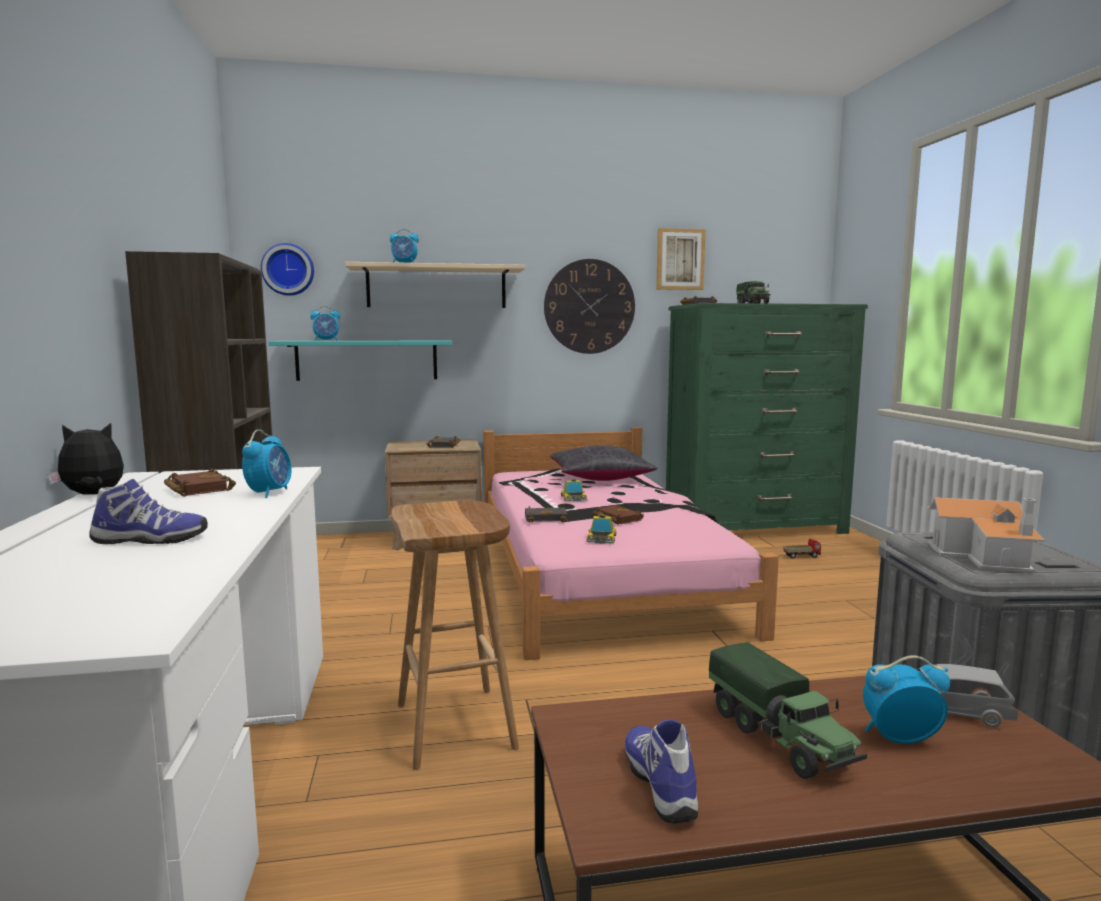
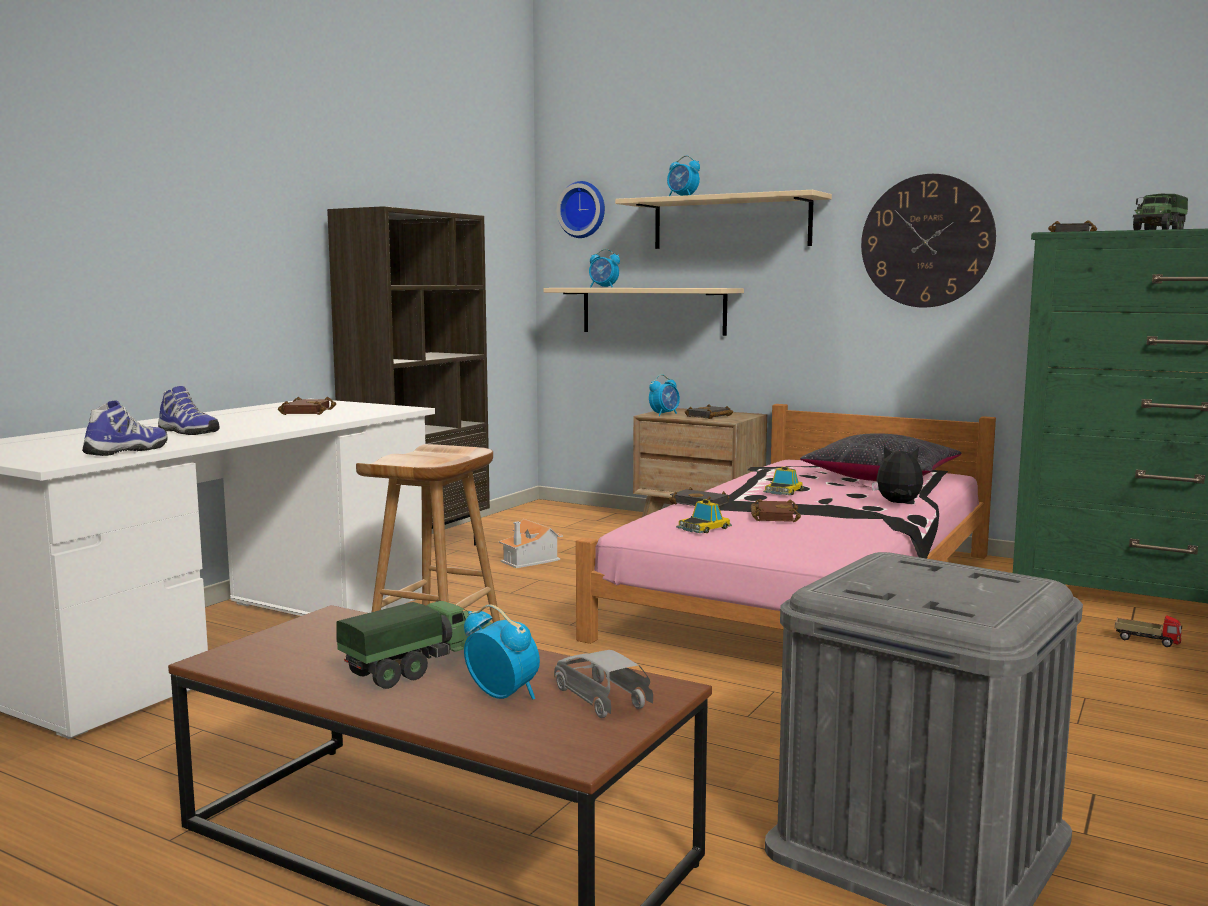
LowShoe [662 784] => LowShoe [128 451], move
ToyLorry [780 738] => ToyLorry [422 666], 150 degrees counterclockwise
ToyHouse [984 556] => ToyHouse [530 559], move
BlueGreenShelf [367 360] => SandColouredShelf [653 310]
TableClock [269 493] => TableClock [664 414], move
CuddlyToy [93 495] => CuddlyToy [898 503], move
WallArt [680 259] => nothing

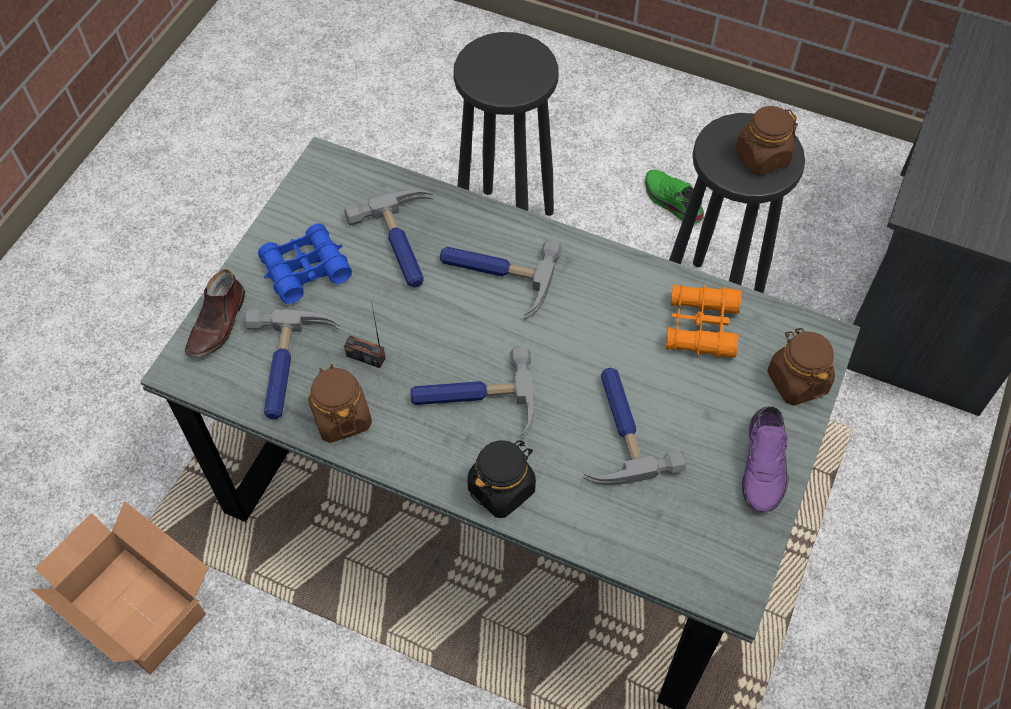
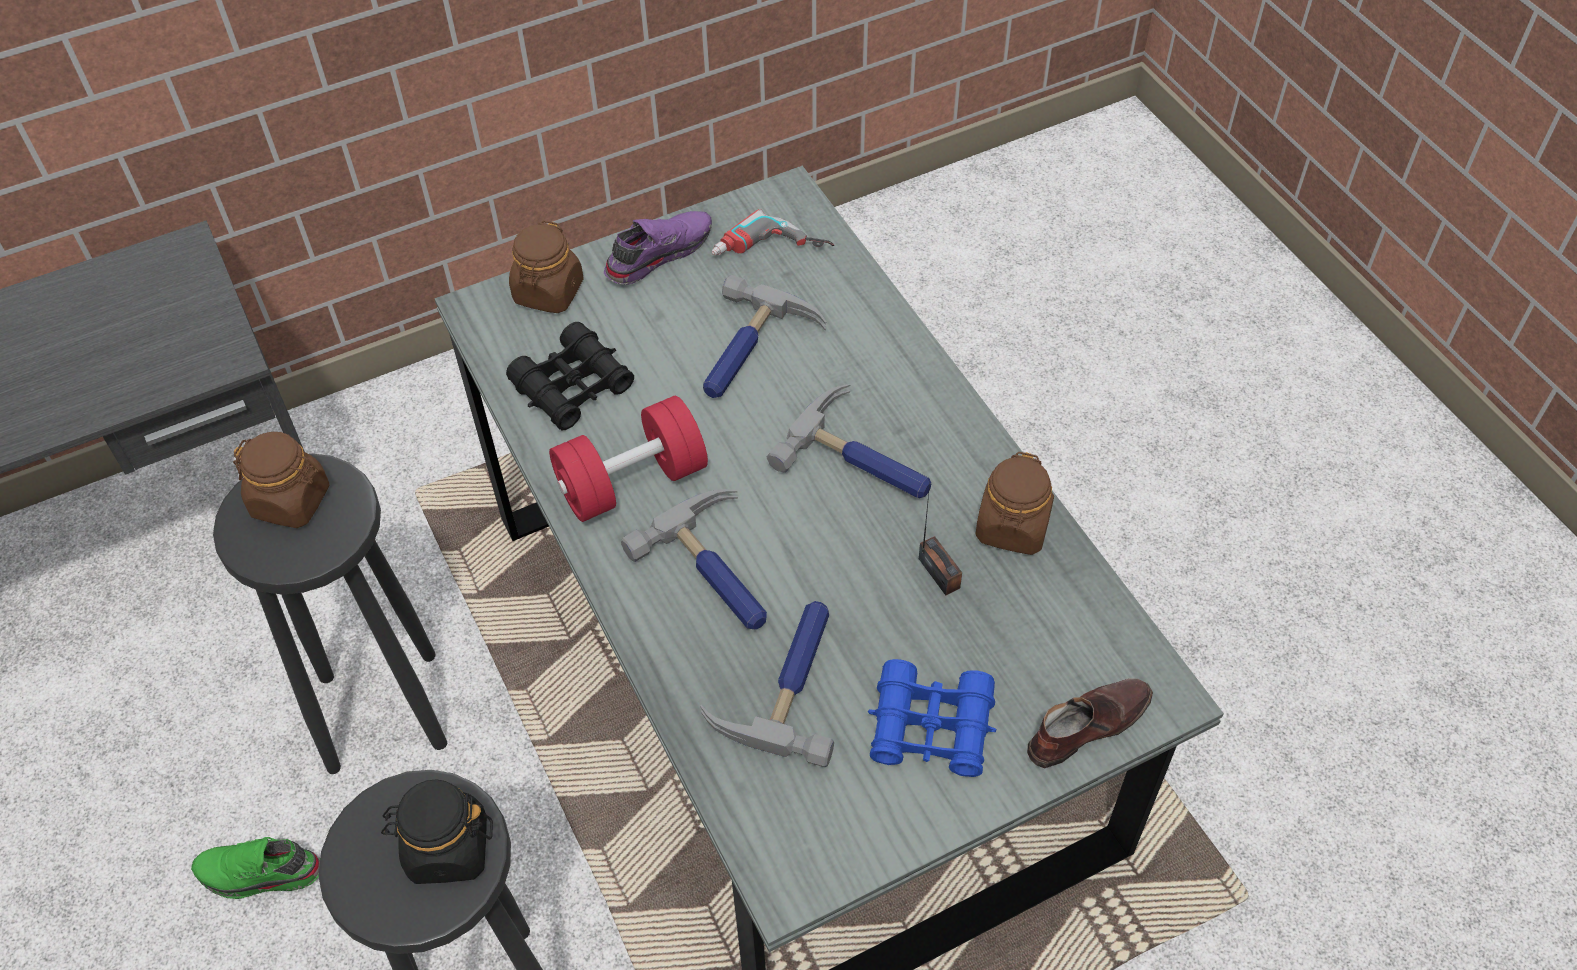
GreenishLowShoe [671 202] => GreenishLowShoe [259 875], 90 degrees clockwise
BlackJar [501 488] => BlackJar [447 849], move
OrangeFieldGlasses [701 327] => BlackFieldGlasses [573 386]
nothing => RedColouredFreeWeight [632 482]
nothing => PowerDrill [770 253]
Carton [139 604] => nothing
HandHammer [288 368] => nothing

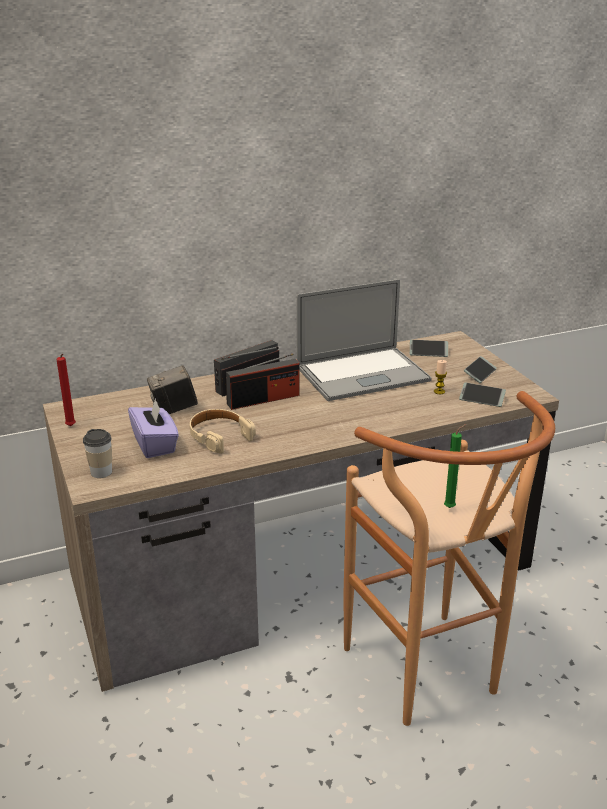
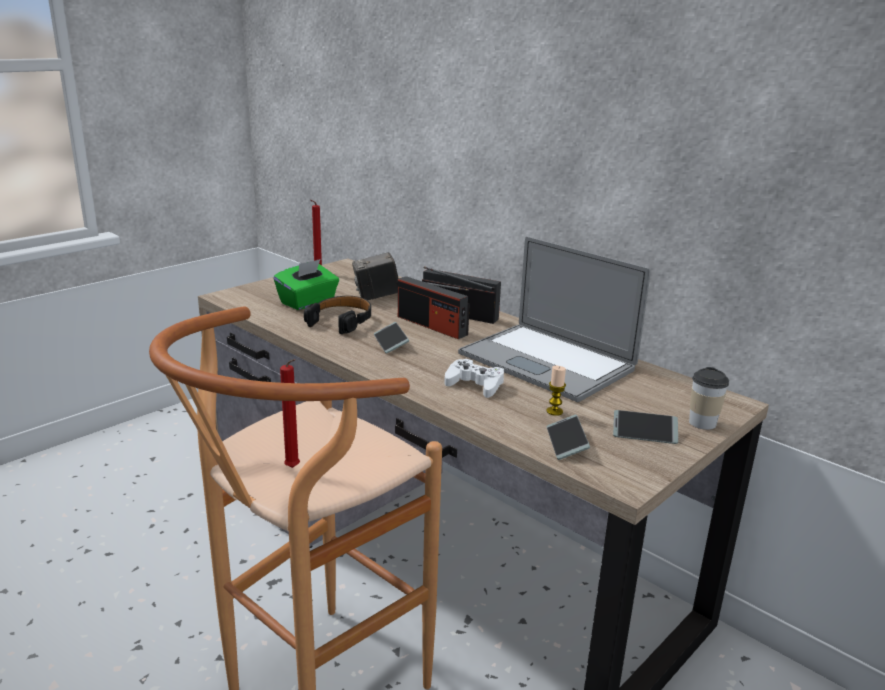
PurplishTissueHolder [155 444] => GreenishTissueHolder [308 302]
GreenishWaxLight [451 507] => RedColouredWaxLight [293 468]
SandColouredPairOfHeadphones [219 436] => BlackPairOfHeadphones [341 321]
StillCamera [174 409] => StillCamera [376 297], 60 degrees counterclockwise
Phone [428 352] => Phone [390 343], move
nothing => WhiteColouredGameController [475 384]
DrinkingCup [101 472] => DrinkingCup [702 423], move

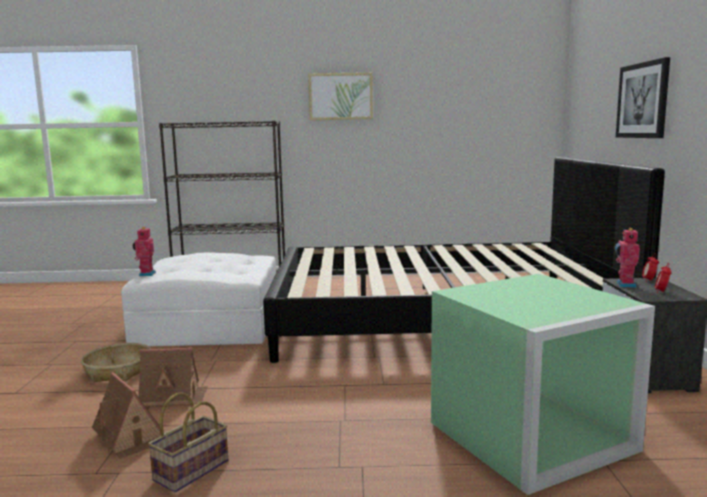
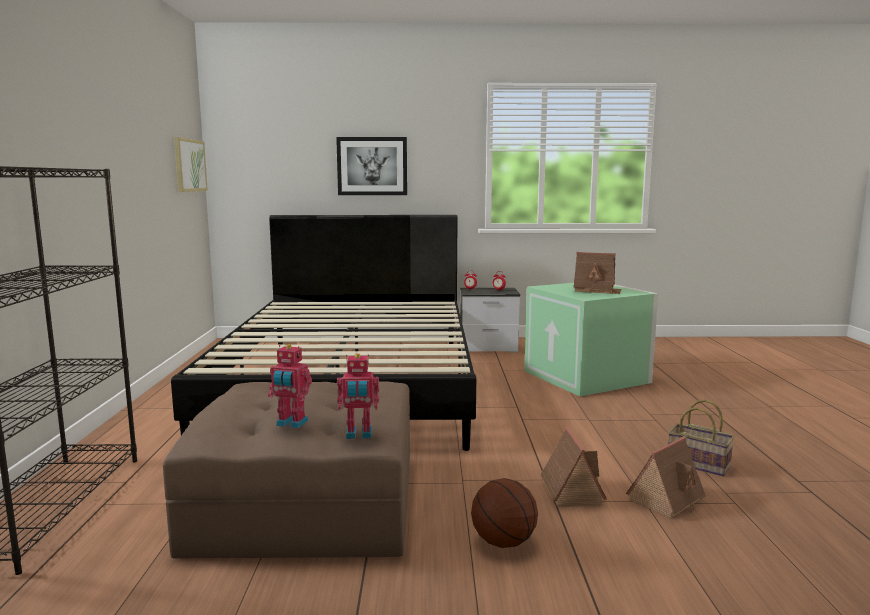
WhiteColouredFootrest [209 324] => BrownishFootrest [309 500]
WallArt [340 96] => WallArt [189 165], move
ToyRobot [624 285] => ToyRobot [291 423], move
HouseholdBasket [118 371] => Basketball [504 542]
nothing => ToyHouse [597 290]

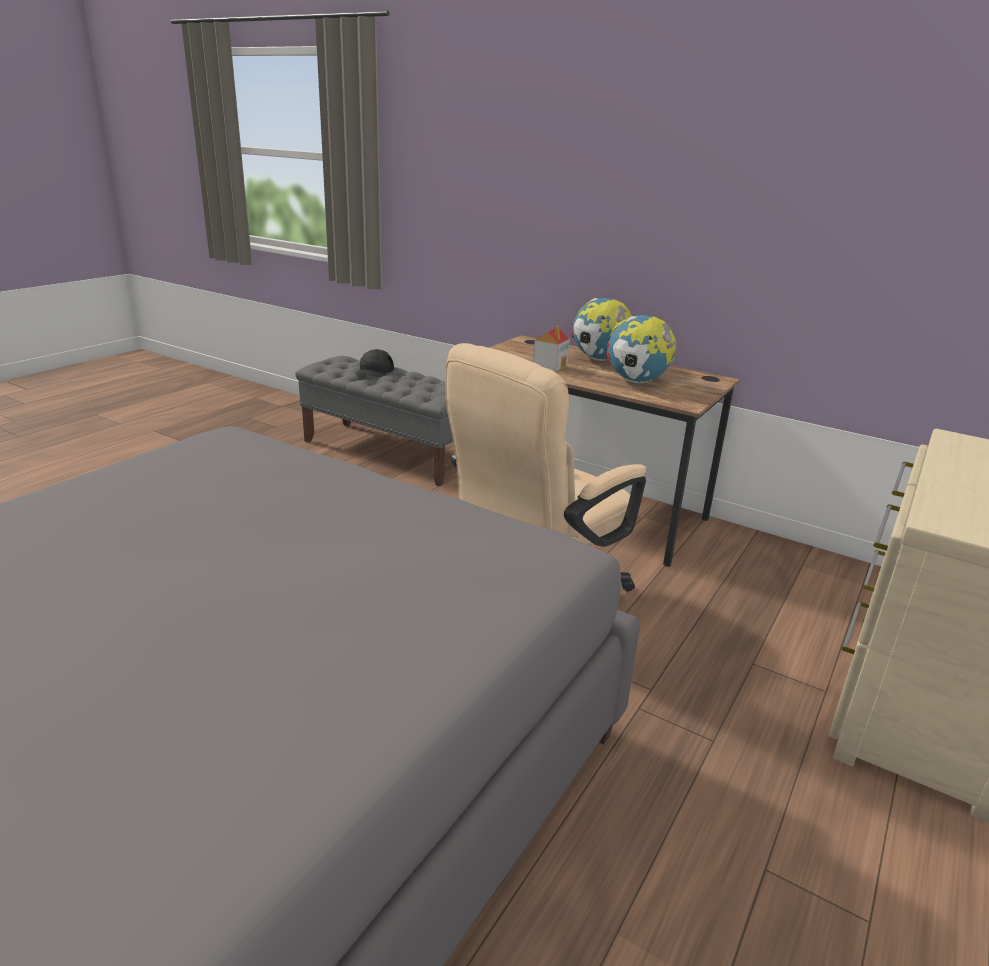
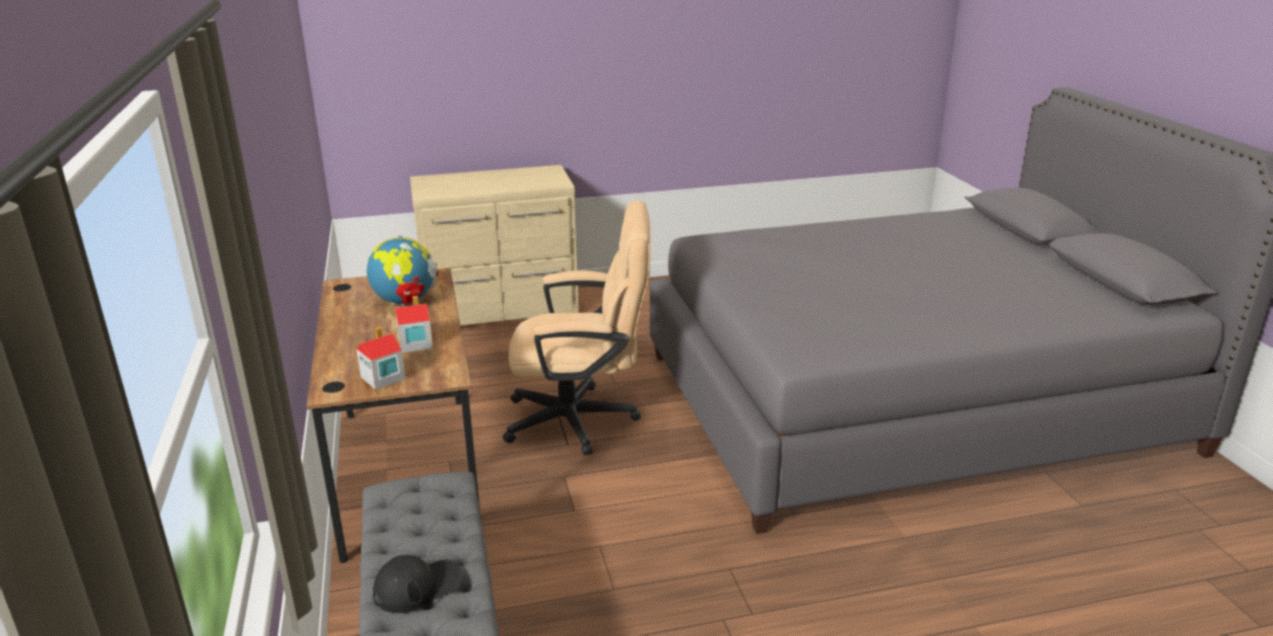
nothing => ToyHouse [382 378]
Globe [599 359] => nothing

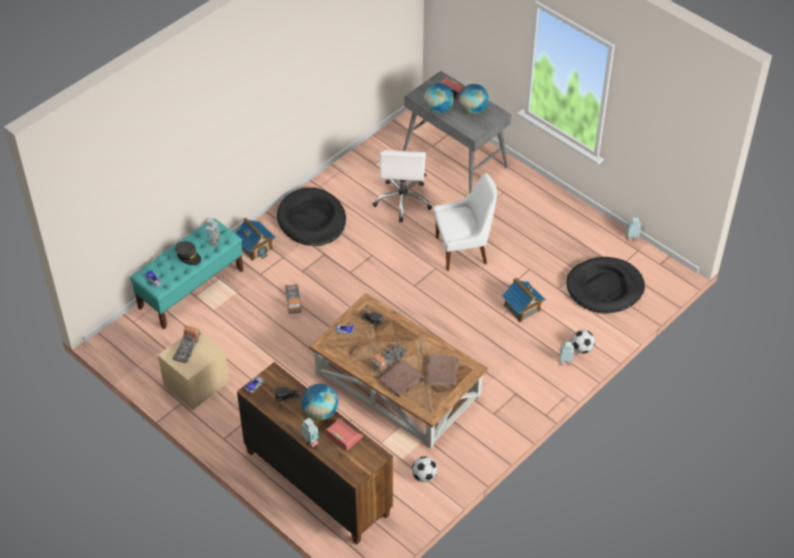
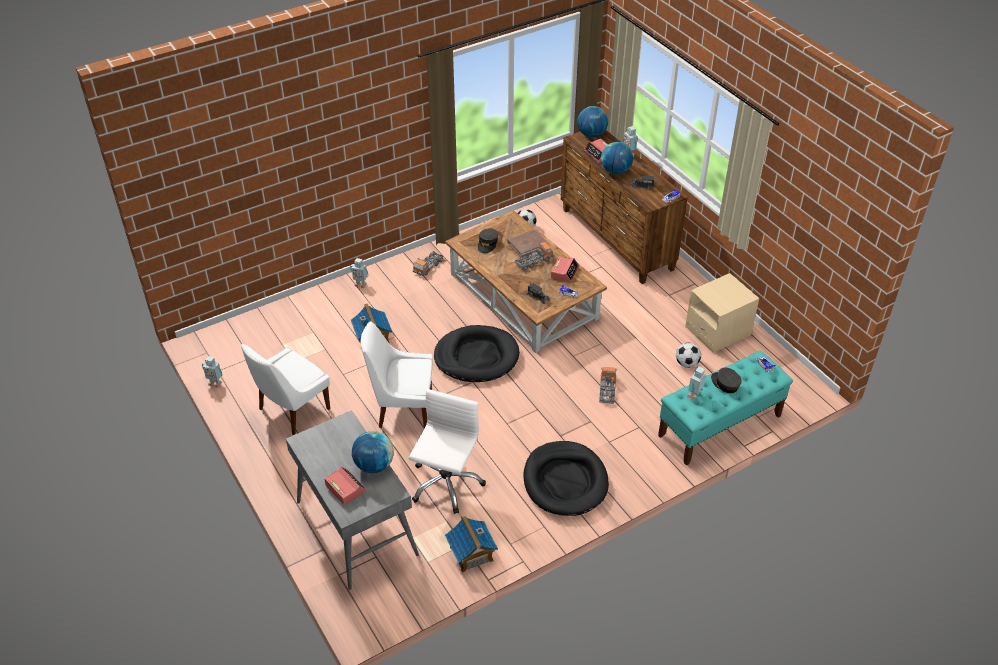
nothing => WhiteColouredChair [292 410]
ToyLorry [187 349] => ToyLorry [428 266], move
BlackDogBed [605 288] => BlackDogBed [476 357], move
ToyHouse [255 247] => ToyHouse [471 554], move
BrownishBoundBook [442 372] => GreyPeakedCap [487 244]
nothing => TableClock [564 272]
Globe [473 110] => Globe [591 135], move
Football [582 348] => Football [687 363], move

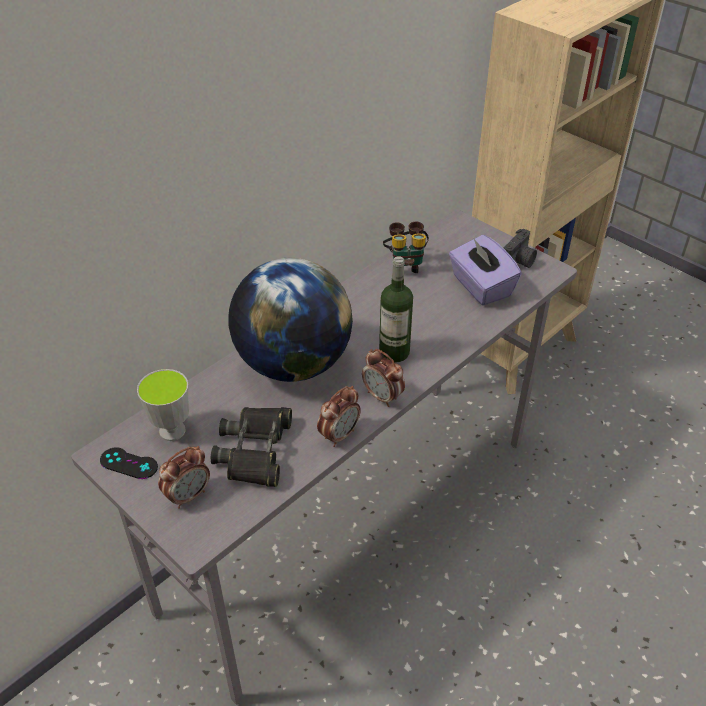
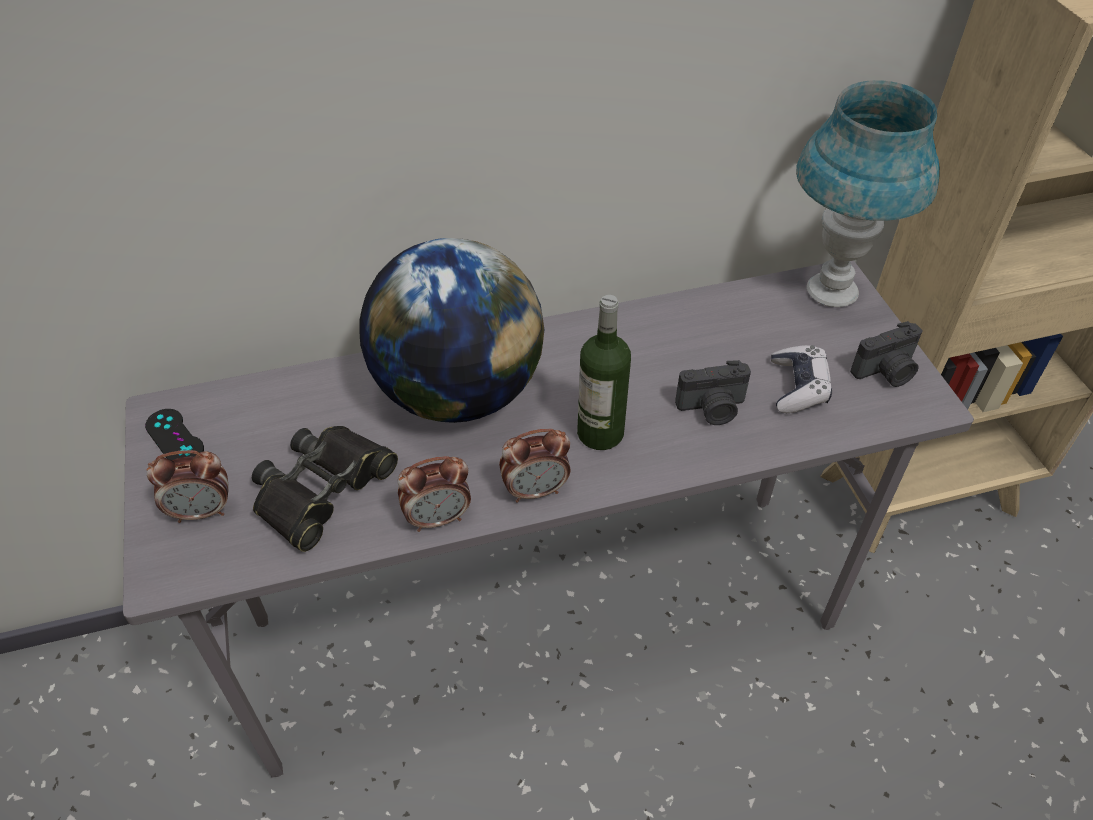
TableClock [382 397] => TableClock [535 490], 90 degrees counterclockwise
nothing => StillCamera [712 409]
PurplishTissueHolder [480 287] => GameController [798 387]
nothing => BlueColouredTabletopLamp [832 291]
DrinkingCup [172 431] => nothing
FieldGlasses [405 264] => nothing

